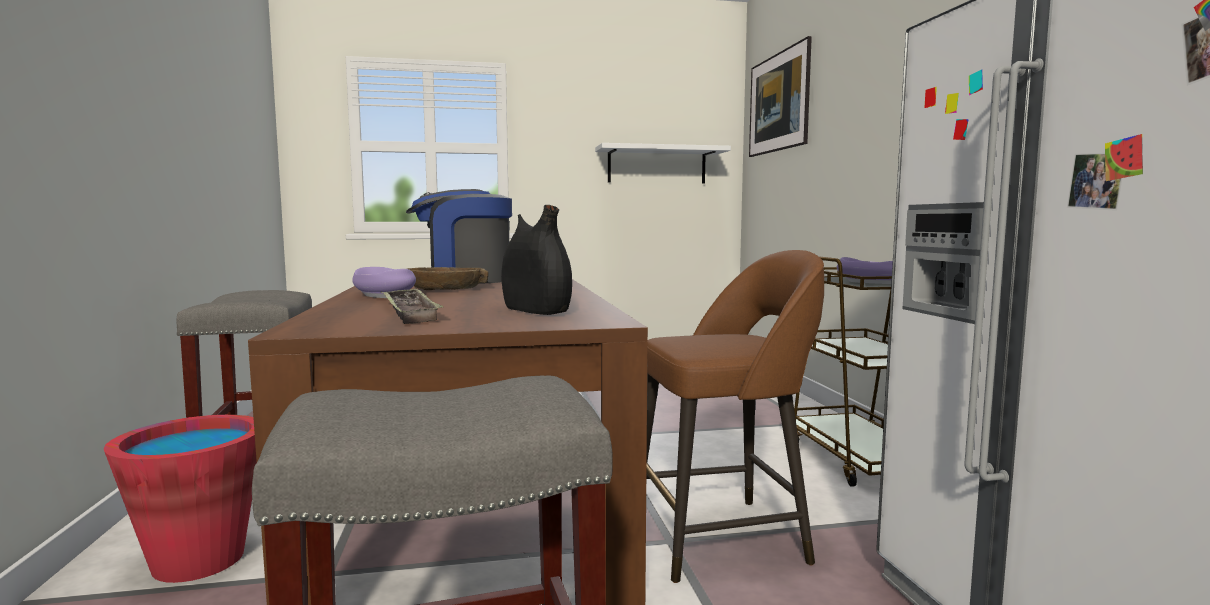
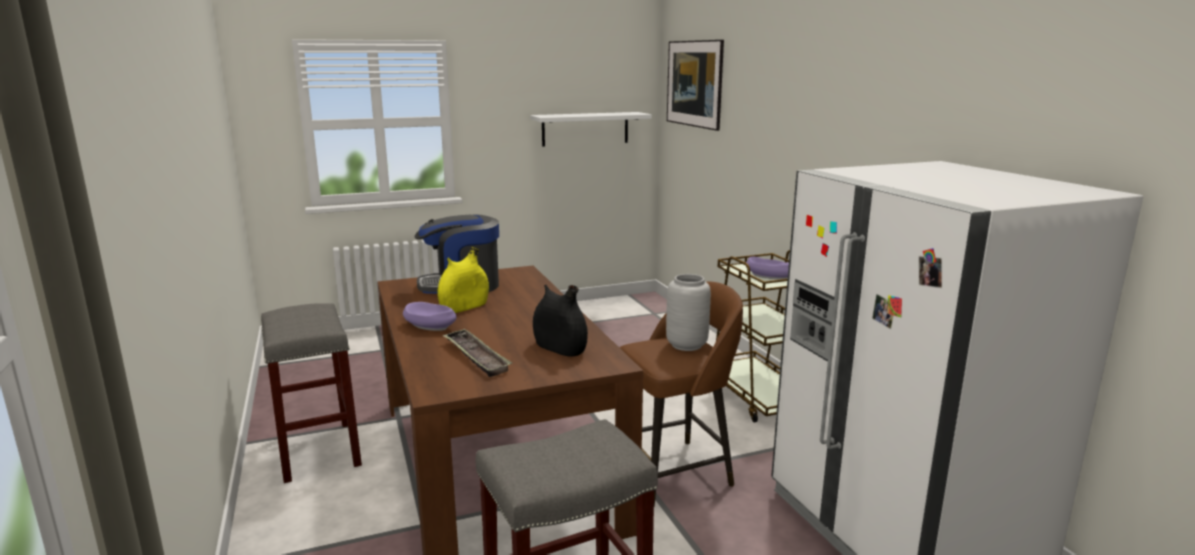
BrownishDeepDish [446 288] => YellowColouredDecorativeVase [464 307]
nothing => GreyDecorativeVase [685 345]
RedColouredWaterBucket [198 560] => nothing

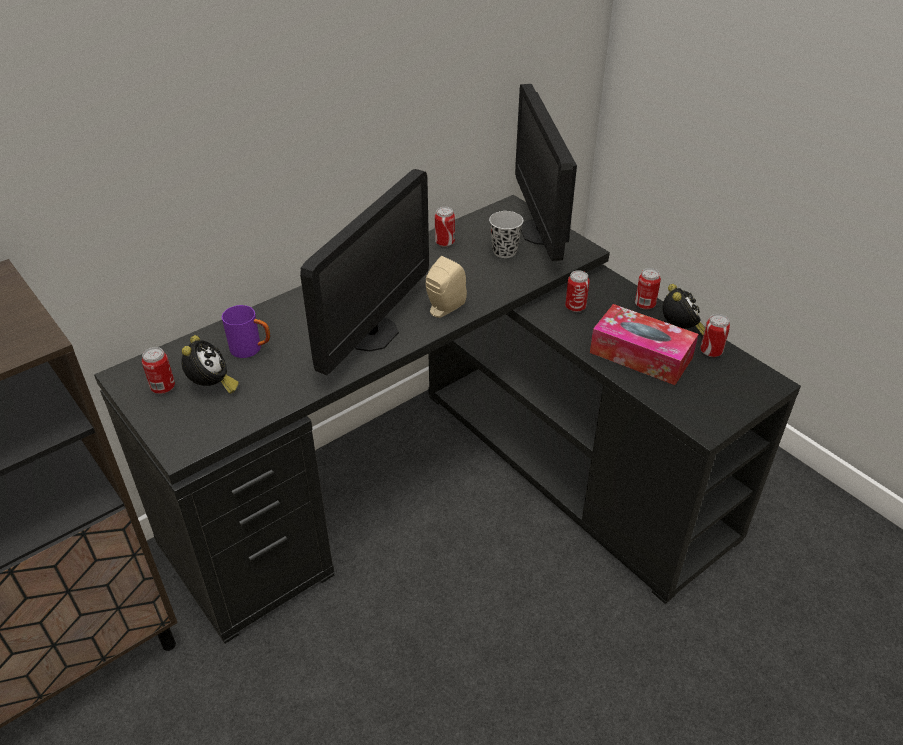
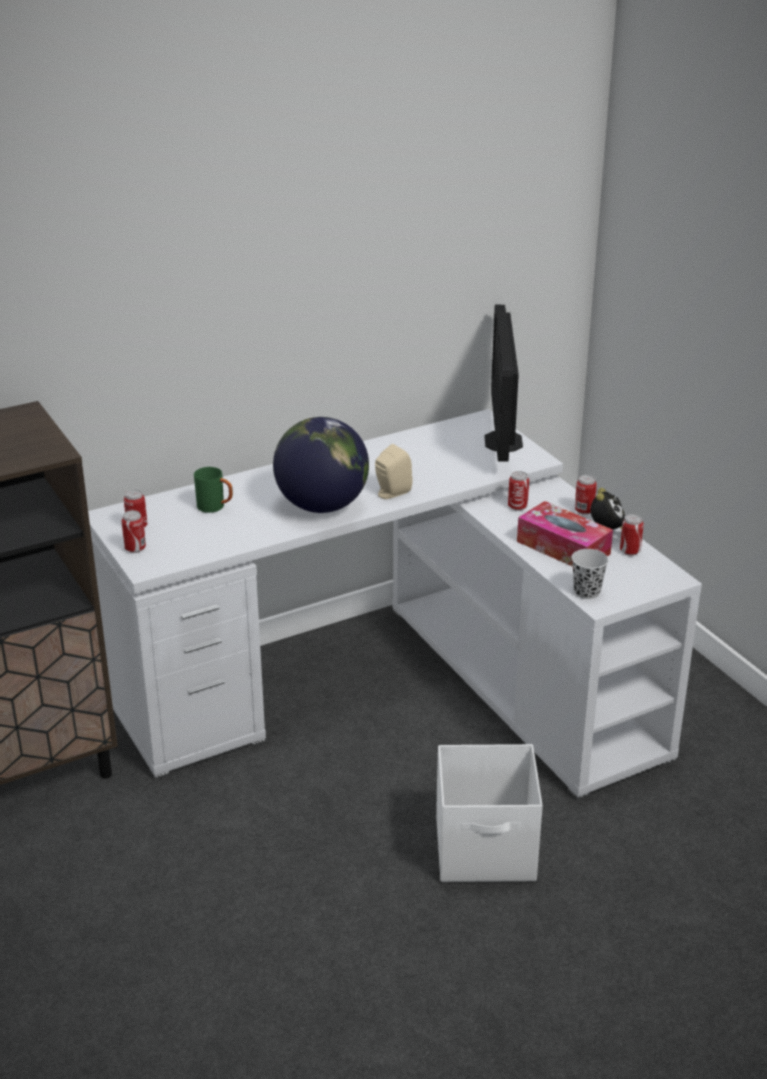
BlackDeskUnit [456 484] => WhiteColouredDeskUnit [400 685]
MetalCan [444 242] => MetalCan [135 548], move
PurplishMug [251 349] => GreenishMug [215 507]
ComputerScreen [372 334] => Globe [322 505]
nothing => WhiteColouredStorageBin [486 851]
BlackDrinkingCup [504 251] => BlackDrinkingCup [586 592], move
TableClock [212 386] => nothing

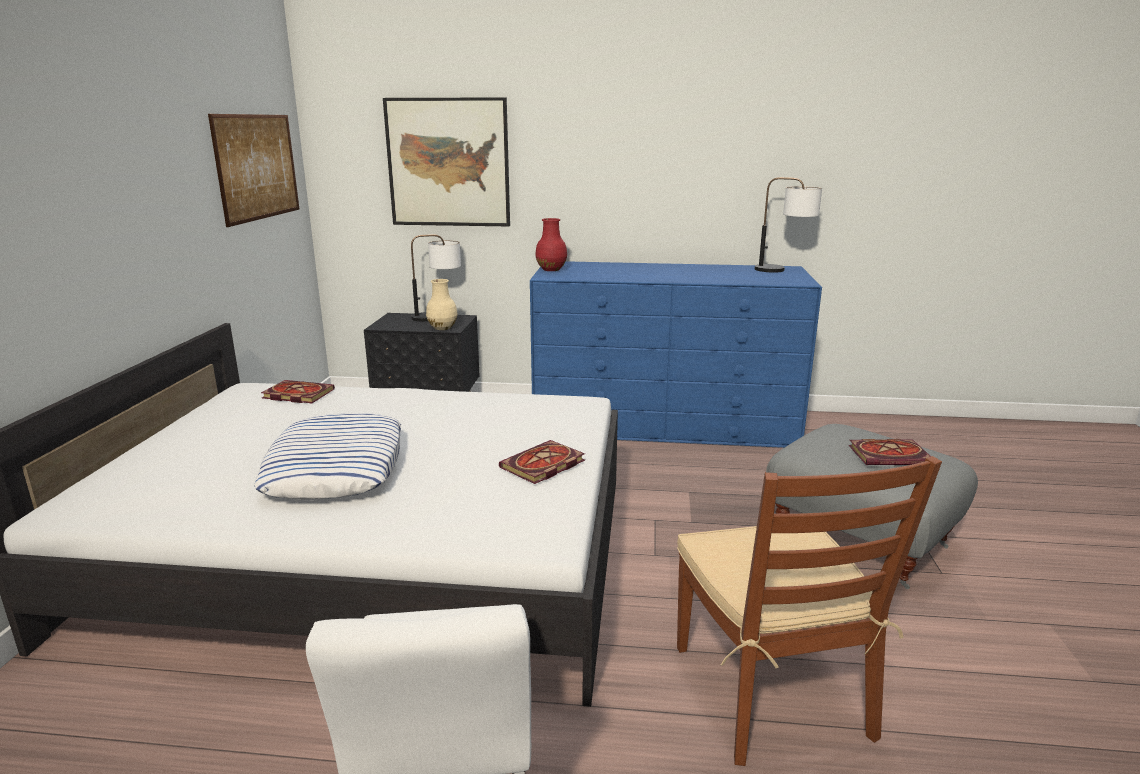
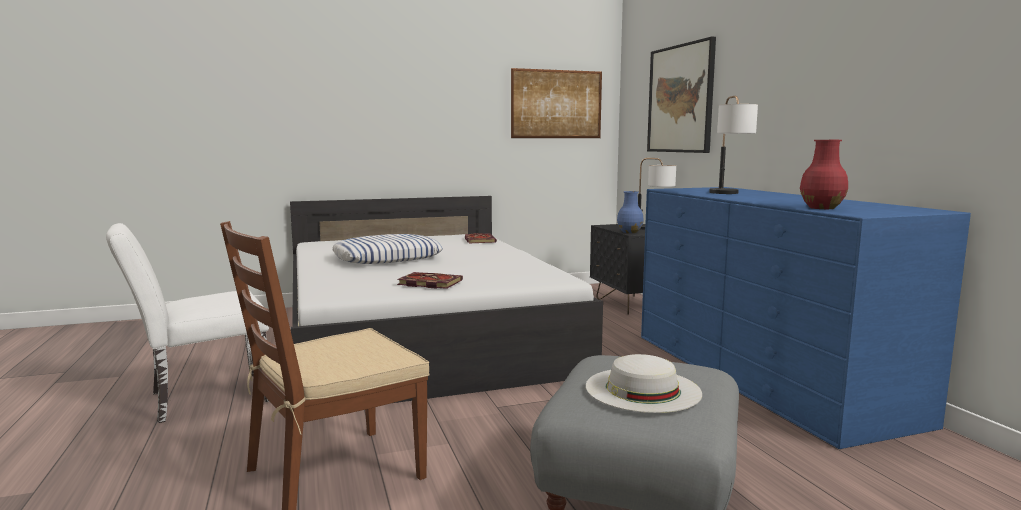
BoundBook [890 455] => WhiteColouredHat [642 389]
SandColouredDecorativeVase [442 328] => BlueColouredDecorativeVase [629 232]
TabletopLamp [784 271] => TabletopLamp [728 194], move
RedColouredDecorativeVase [551 269] => RedColouredDecorativeVase [821 208], move

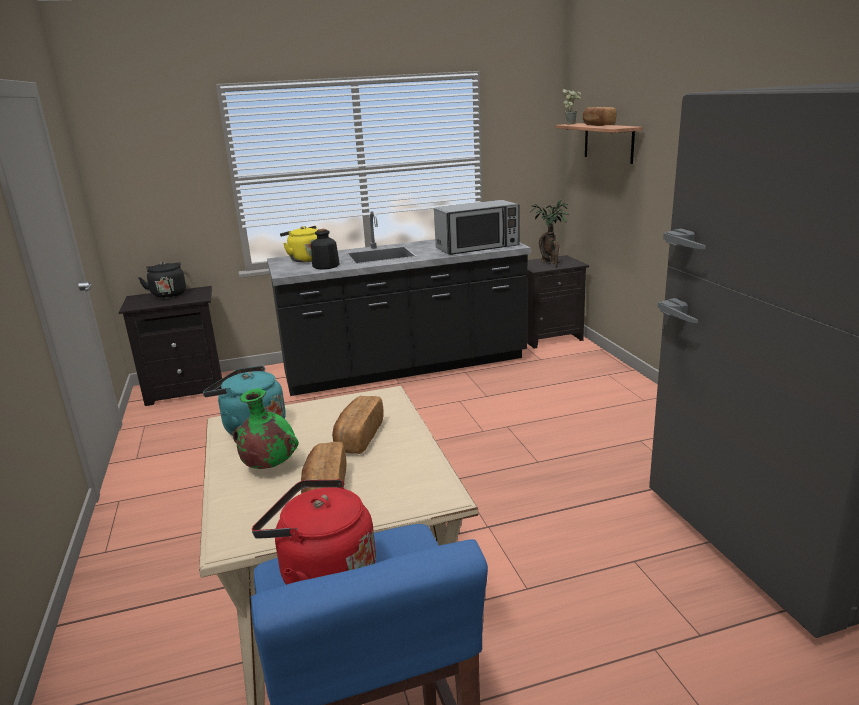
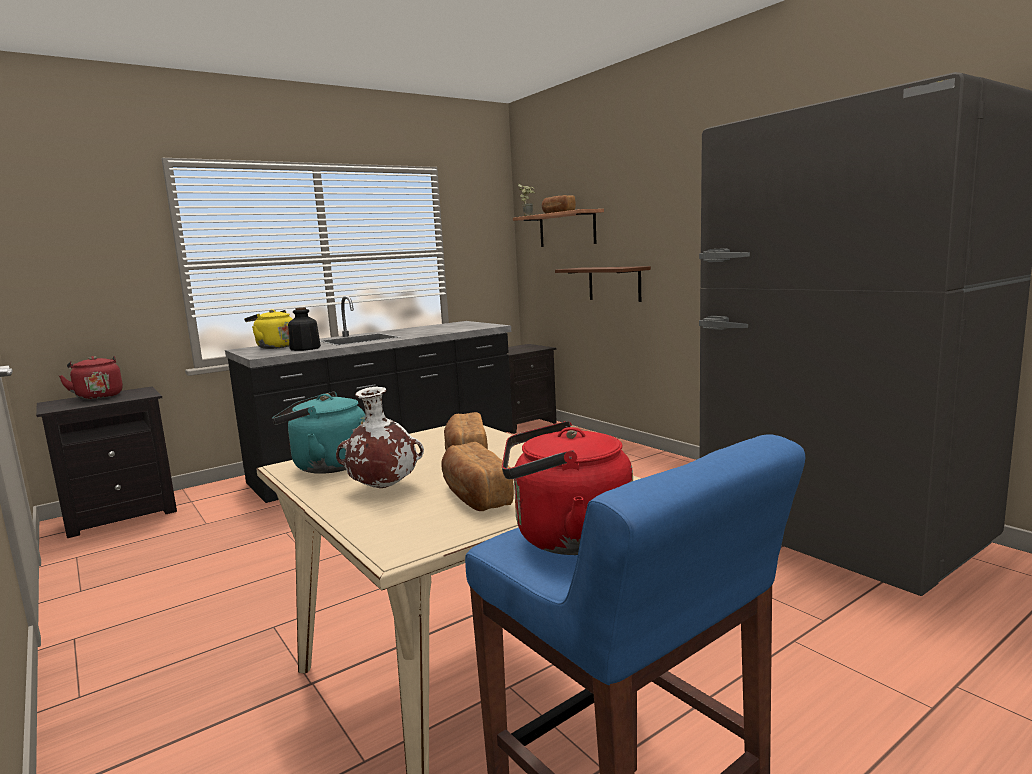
BlackKettle [168 294] => RedColouredKettle [98 396]
GreenishDecorativeVase [269 466] => WhiteColouredDecorativeVase [382 488]
nothing => BrownishShelf [614 283]
KitchenMicrowave [478 247] => nothing
PlantInAPot [550 263] => nothing

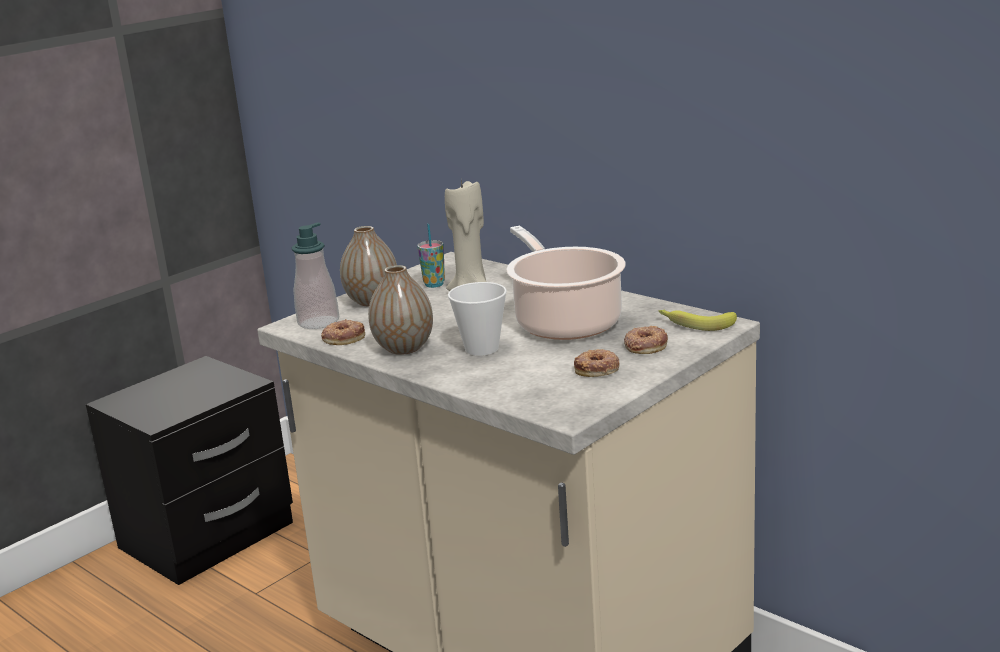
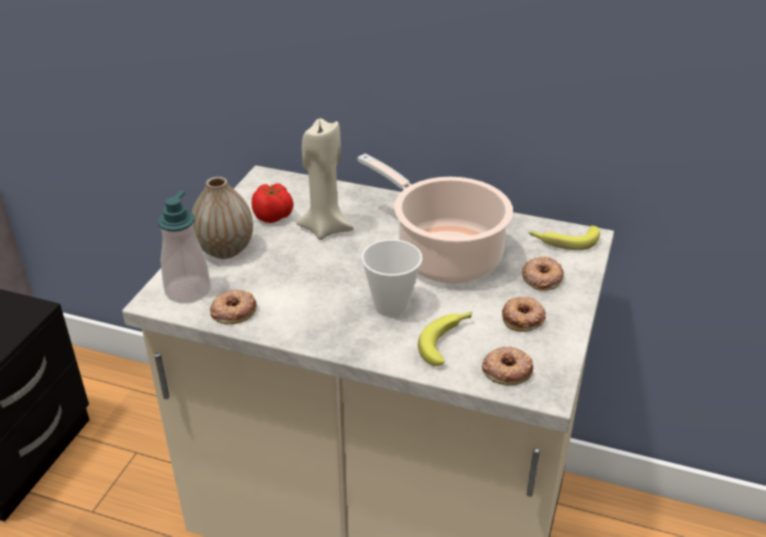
DrinkingCup [434 284] => FreshTomato [274 216]
nothing => BananaFruit [448 341]
nothing => Doughnut [507 369]
DecorativeVase [404 348] => nothing

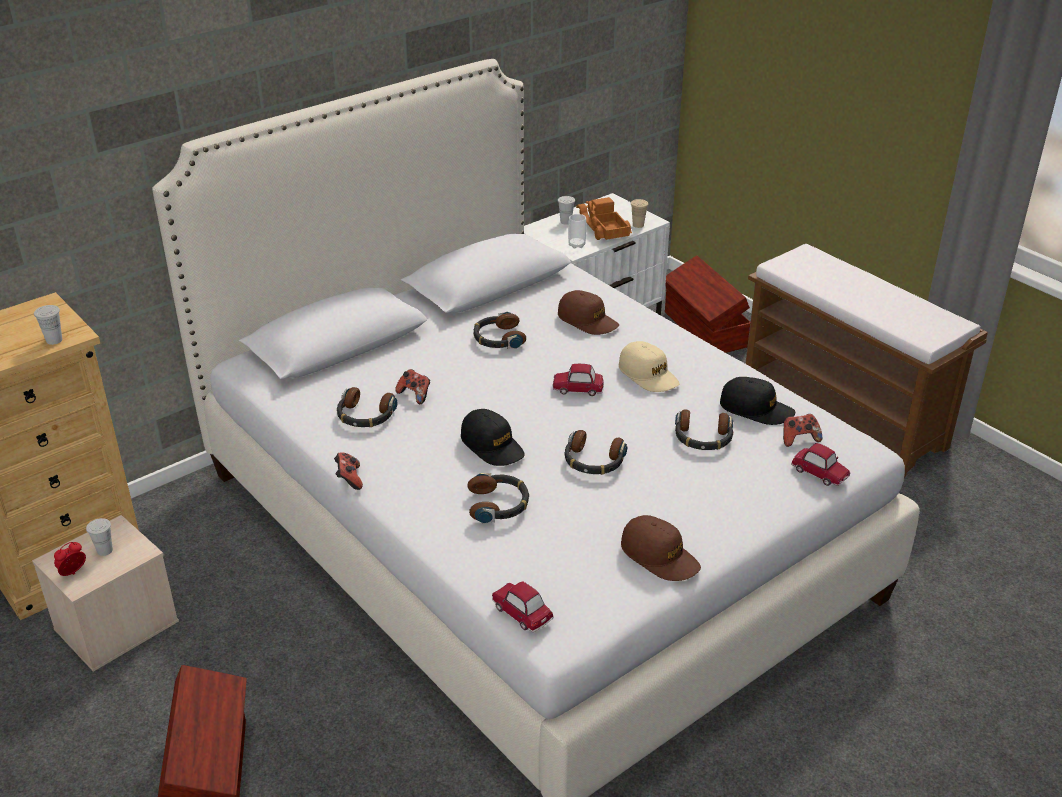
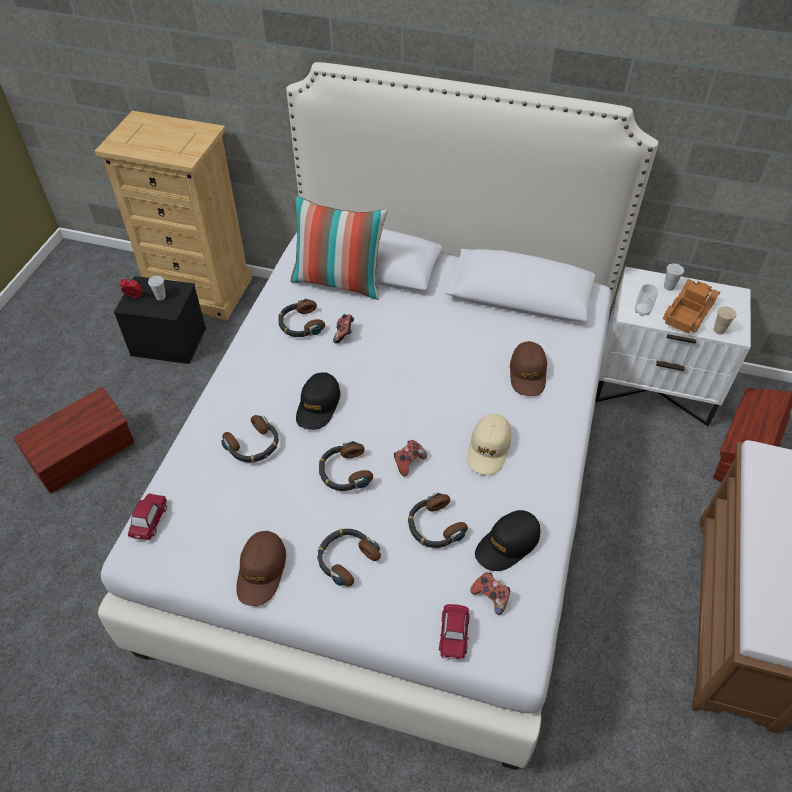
SandColouredStorageBin [116 626] => BlackStorageBin [167 342]
nothing => ThrowPillow [339 282]
PairOfHeadphones [498 338] => PairOfHeadphones [346 558], move
GameController [349 479] => GameController [408 462], move
BlackPeakedCap [756 409] => BlackPeakedCap [507 544], 60 degrees clockwise
WhiteColouredDrinkingCup [54 340] => nothing
ToyCar [578 388] => nothing

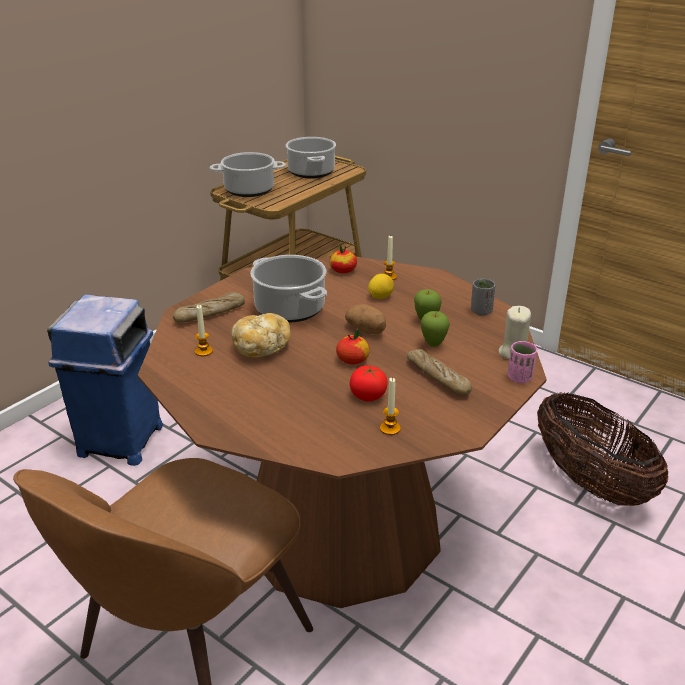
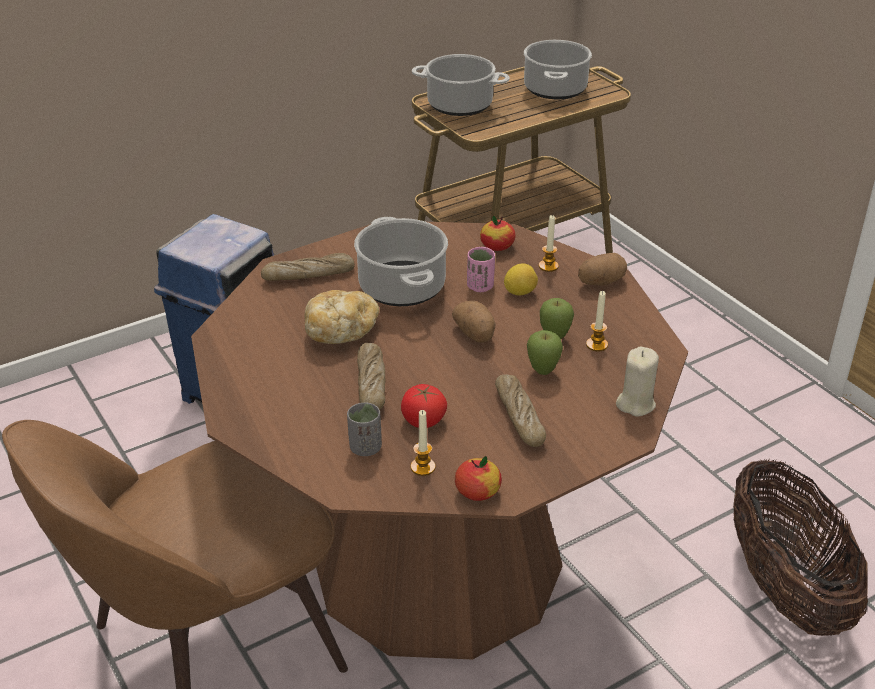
GreyDrinkingCup [481 311] => GreyDrinkingCup [365 448], move
nothing => Bread [371 384]
Apple [352 360] => Apple [477 491], move
PinkishDrinkingCup [519 378] => PinkishDrinkingCup [480 286], move
nothing => Spud [601 282]
WaxLight [203 351] => WaxLight [596 345], move

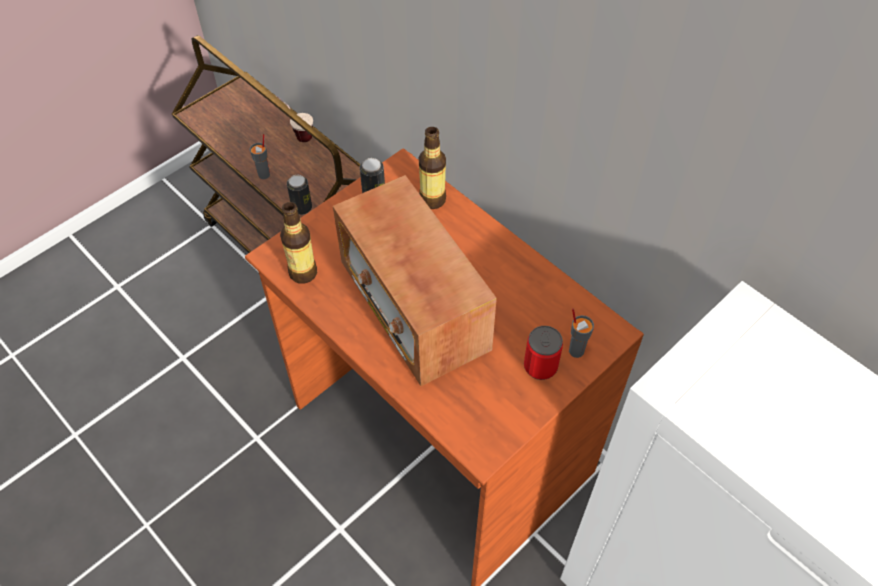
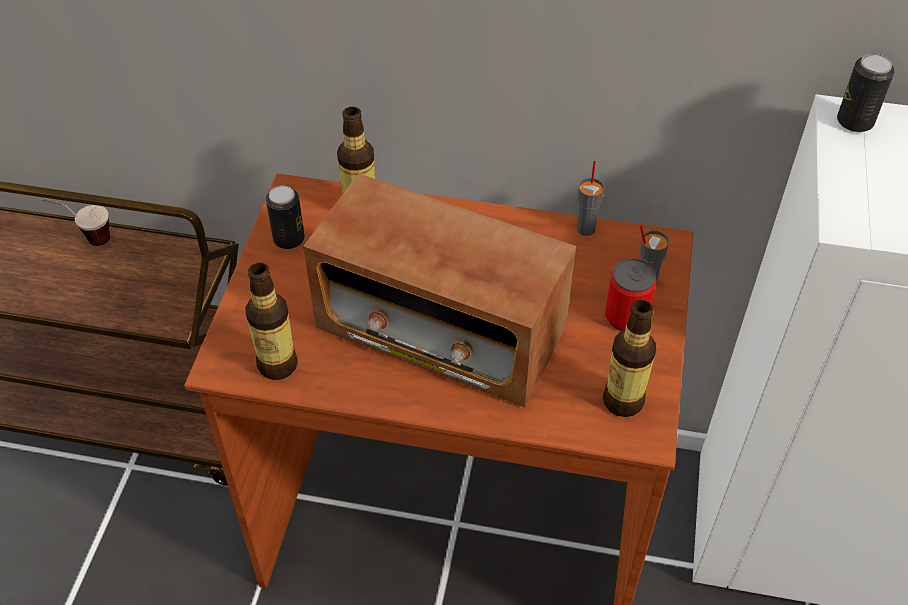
GreyDrinkingCup [264 174] => GreyDrinkingCup [586 229], move
nothing => BeverageBottle [623 401]
MetalCan [302 208] => MetalCan [854 122], move

